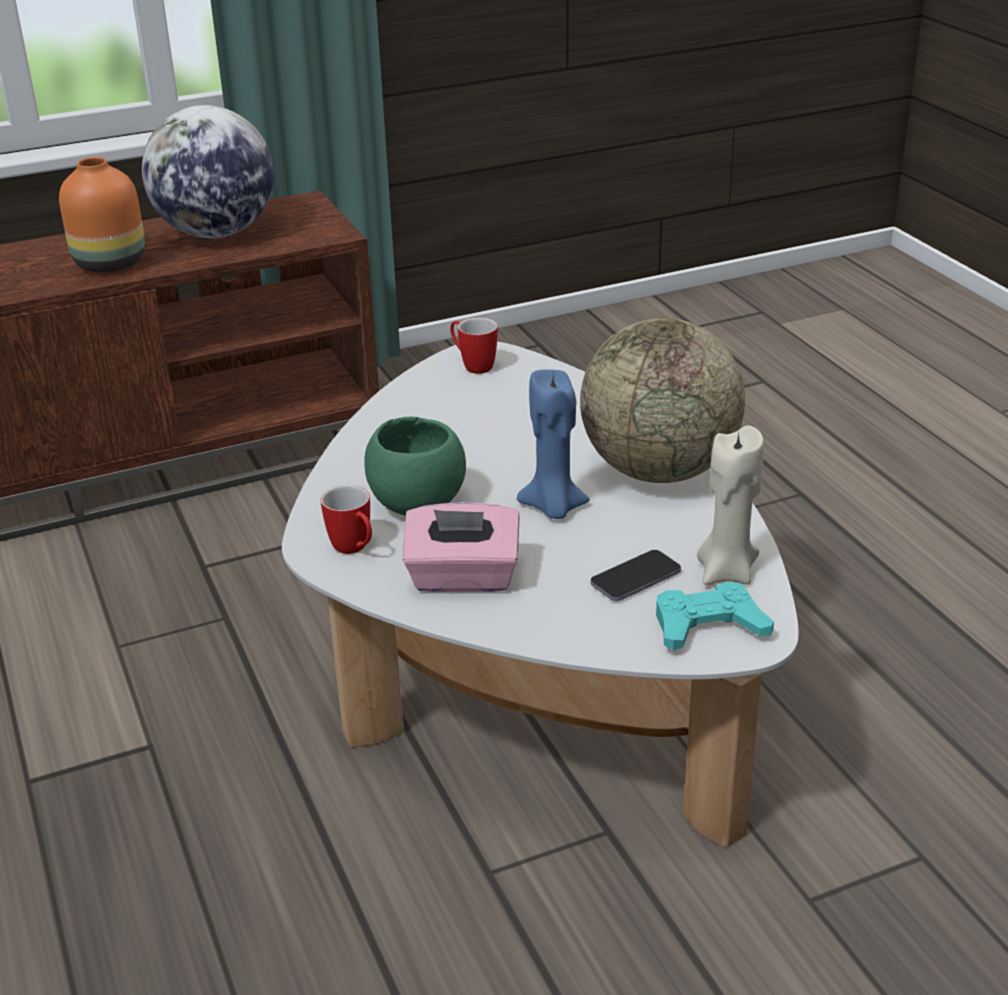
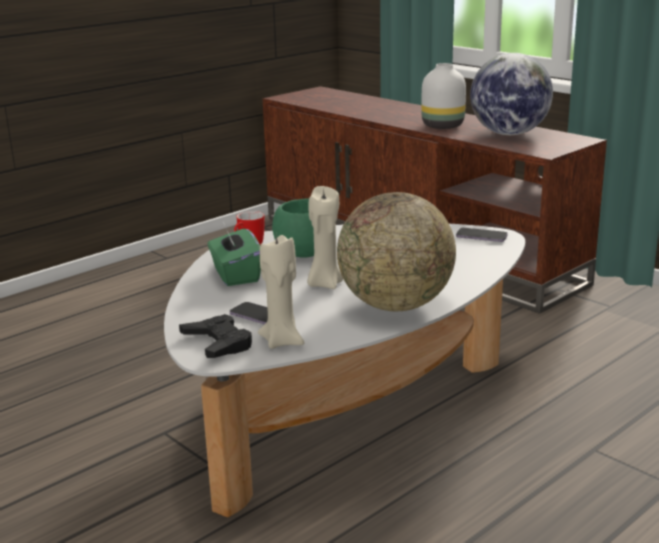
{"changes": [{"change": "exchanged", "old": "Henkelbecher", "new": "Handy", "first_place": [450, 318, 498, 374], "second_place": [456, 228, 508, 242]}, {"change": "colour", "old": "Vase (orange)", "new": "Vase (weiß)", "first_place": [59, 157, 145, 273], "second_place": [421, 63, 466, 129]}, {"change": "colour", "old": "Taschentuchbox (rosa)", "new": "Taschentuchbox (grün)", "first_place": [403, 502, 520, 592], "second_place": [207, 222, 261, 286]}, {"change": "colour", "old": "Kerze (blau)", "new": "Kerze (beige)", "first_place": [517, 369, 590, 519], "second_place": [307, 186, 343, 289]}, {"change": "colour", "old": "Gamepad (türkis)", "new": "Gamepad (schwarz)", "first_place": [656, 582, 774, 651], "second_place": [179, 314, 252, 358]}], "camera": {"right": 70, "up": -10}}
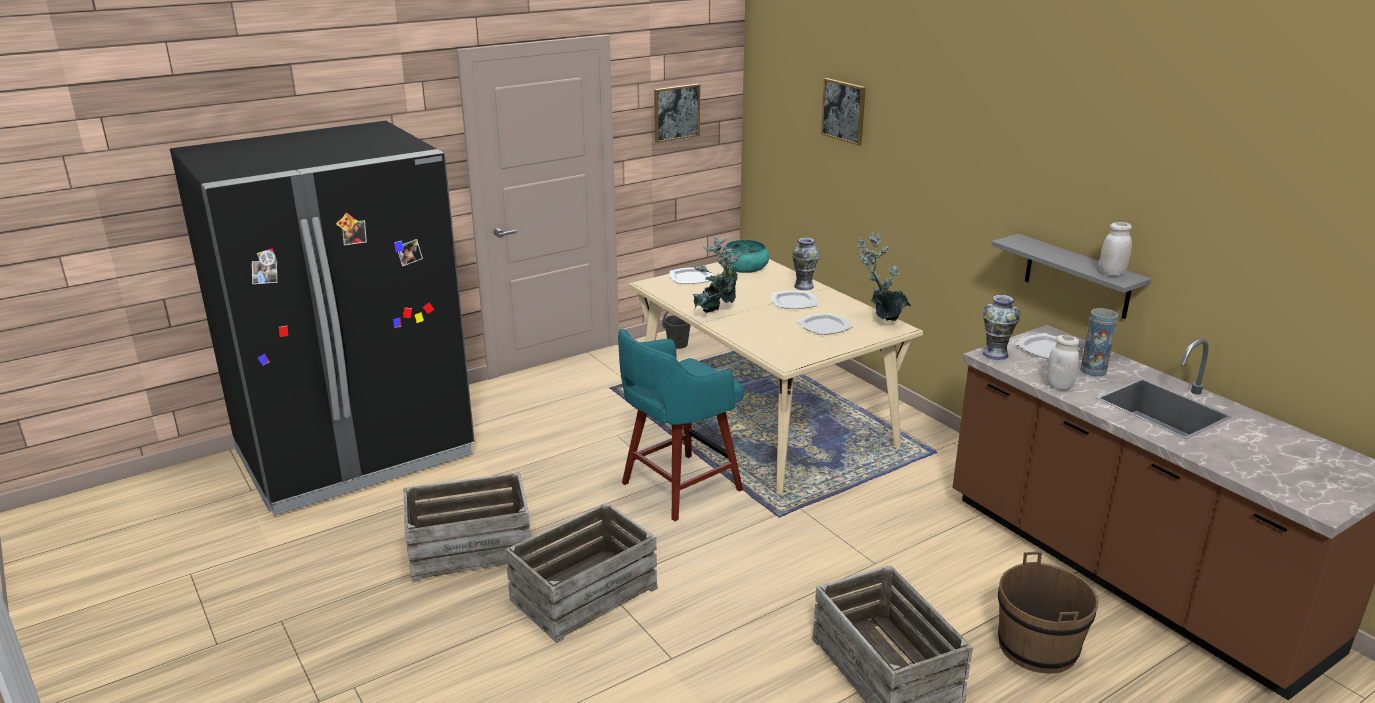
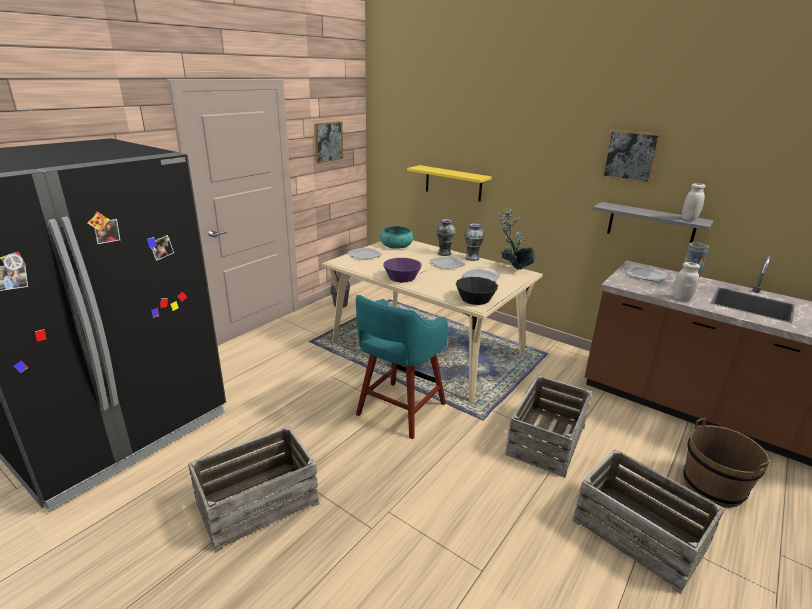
{"changes": [{"change": "appeared", "new": "Wandregal (gelb)", "second_place": [407, 165, 492, 202]}, {"change": "appeared", "new": "Schüssel (schwarz)", "second_place": [456, 277, 498, 305]}, {"change": "relocated", "old": "Kiste", "first_place": [505, 503, 658, 643], "second_place": [505, 375, 592, 478]}, {"change": "relocated", "old": "Bild", "first_place": [821, 78, 866, 146], "second_place": [602, 129, 661, 184]}, {"change": "relocated", "old": "Vase", "first_place": [983, 295, 1020, 360], "second_place": [464, 223, 485, 261]}, {"change": "exchanged", "old": "Topfpflanze", "new": "Schüssel (lila)", "first_place": [693, 235, 741, 313], "second_place": [383, 258, 422, 282]}], "camera": {"right": -20, "up": 0}}
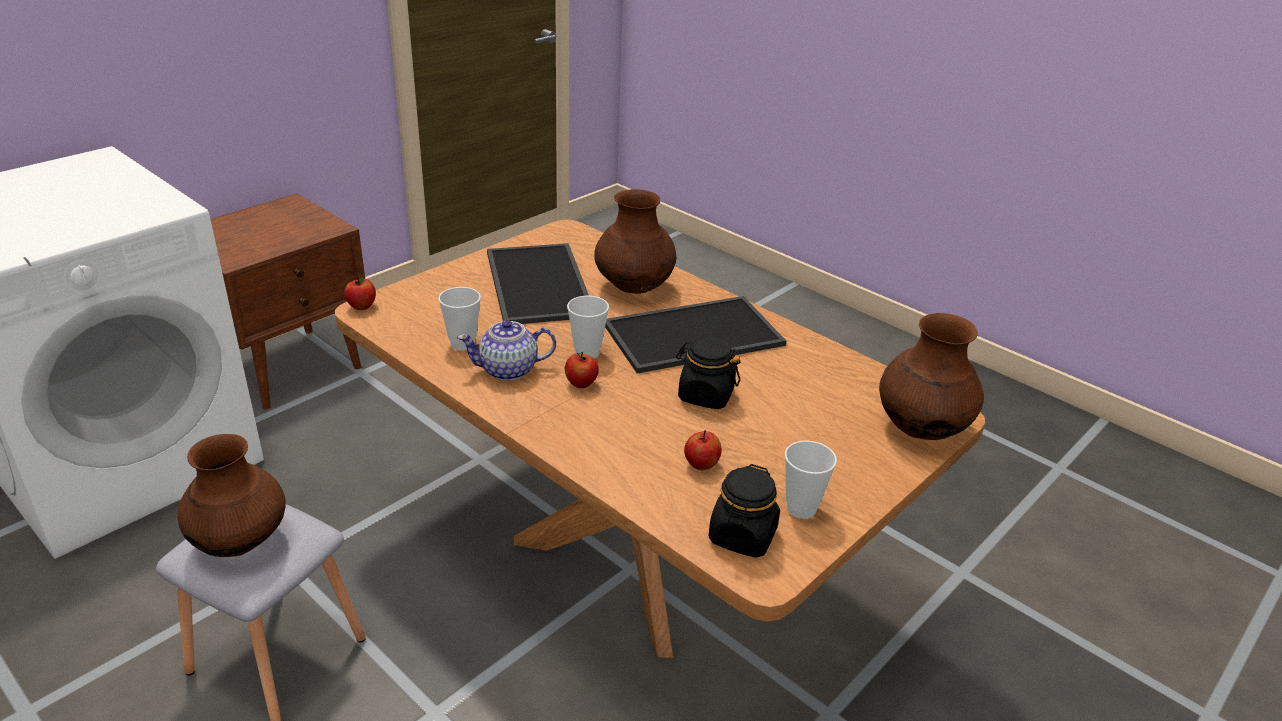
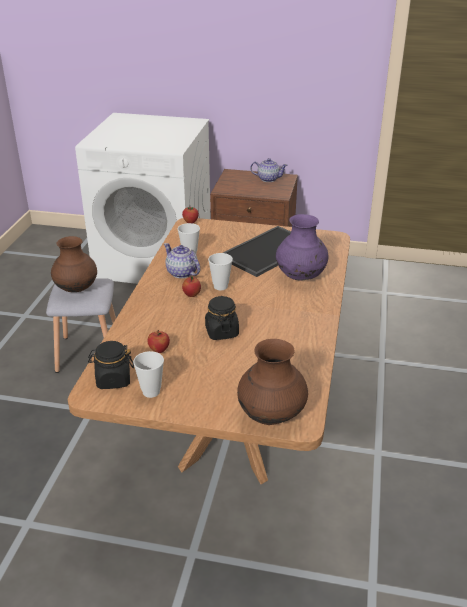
{"changes": [{"change": "missing", "old": "Tablett", "first_place": [605, 296, 786, 374]}, {"change": "appeared", "new": "Teekanne", "second_place": [250, 158, 288, 182]}, {"change": "colour", "old": "Vase (braun)", "new": "Vase (lila)", "first_place": [594, 189, 676, 294], "second_place": [276, 214, 328, 281]}], "camera": {"right": 60, "up": 0}}
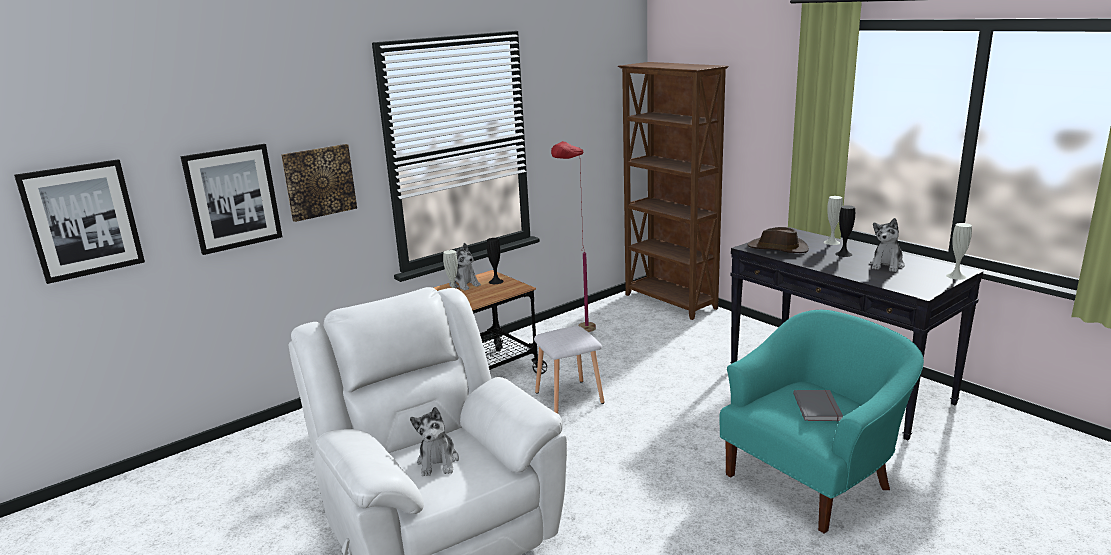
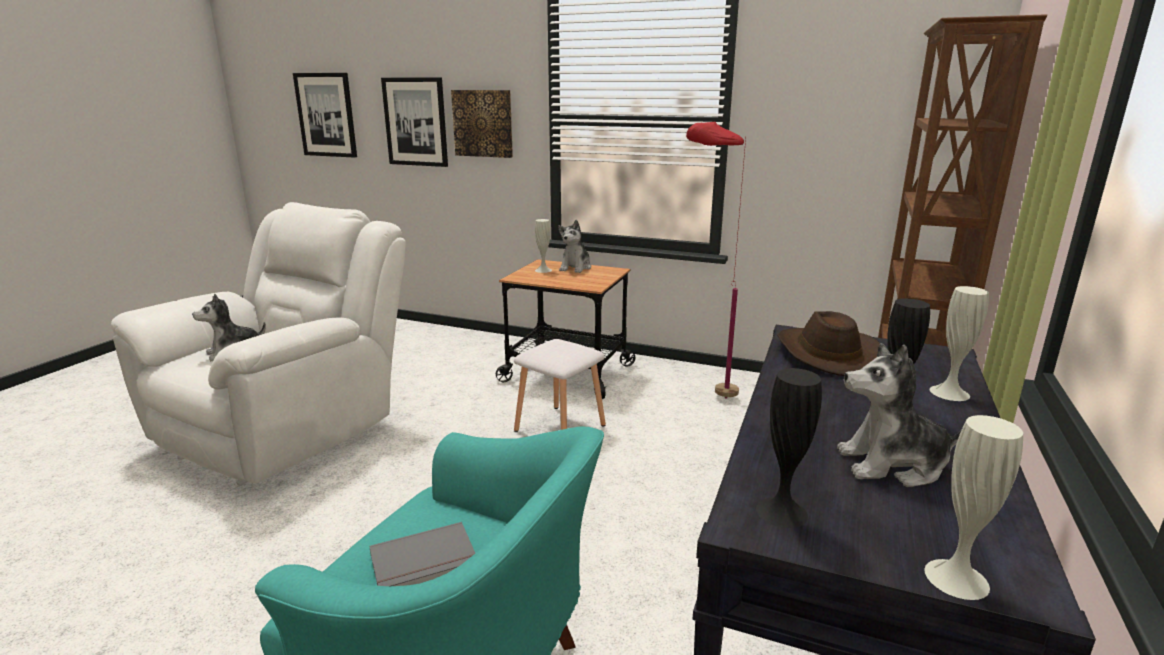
{"changes": [{"change": "relocated", "old": "Vase (schwarz)", "first_place": [487, 238, 504, 284], "second_place": [756, 368, 822, 528]}], "camera": {"right": 60, "up": 0}}
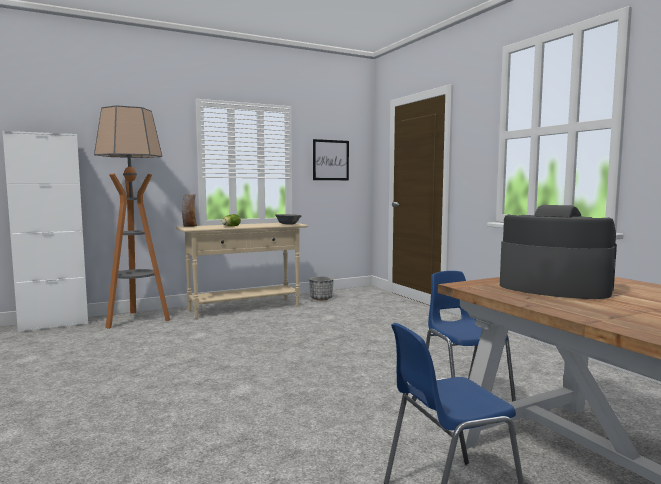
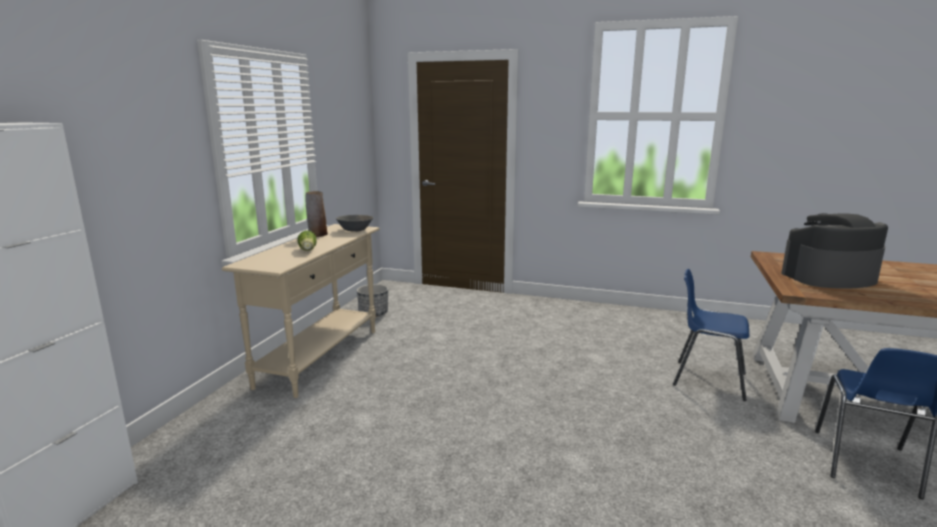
{"changes": [{"change": "missing", "old": "Stehlampe", "first_place": [94, 105, 170, 329]}, {"change": "missing", "old": "Bild", "first_place": [313, 139, 349, 180]}, {"change": "relocated", "old": "Vase", "first_place": [182, 194, 197, 227], "second_place": [306, 191, 328, 237]}], "camera": {"right": -45, "up": 10}}
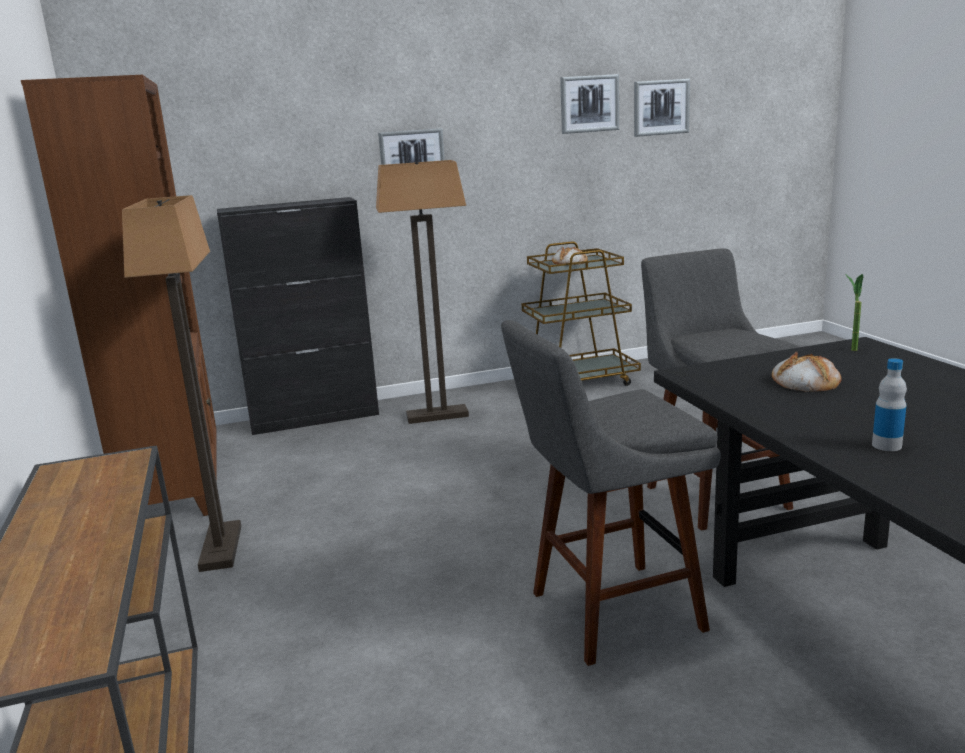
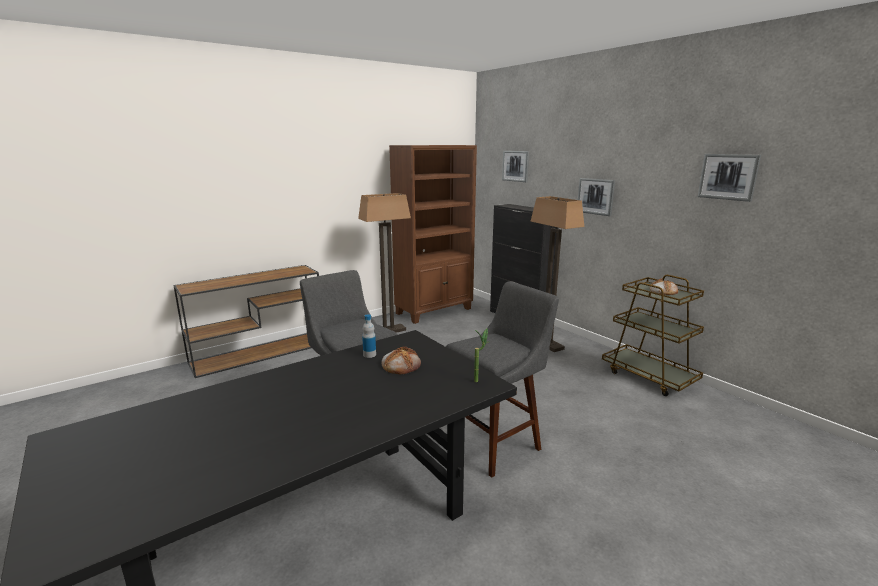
{"changes": [{"change": "relocated", "old": "Bild", "first_place": [634, 79, 690, 137], "second_place": [502, 151, 529, 182]}, {"change": "relocated", "old": "Flasche", "first_place": [872, 358, 907, 451], "second_place": [362, 314, 376, 358]}], "camera": {"right": 70, "up": 0}}
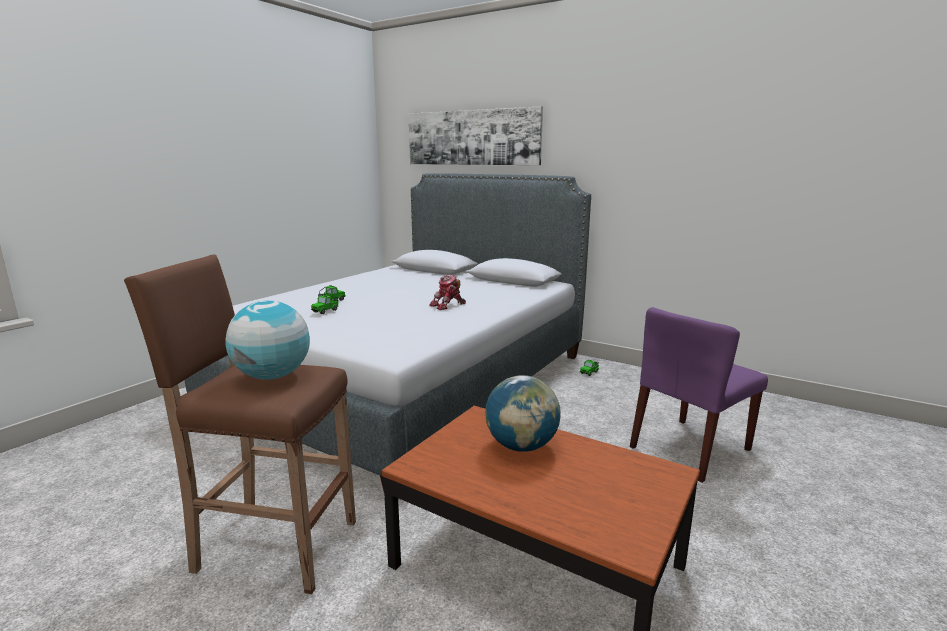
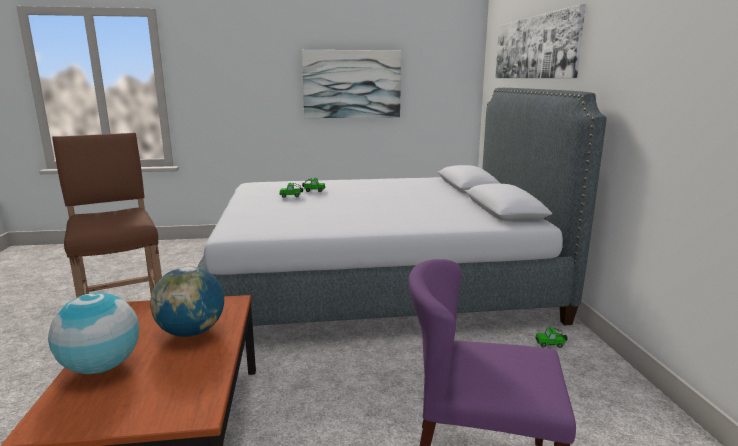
{"changes": [{"change": "missing", "old": "Spielzeugroboter", "first_place": [429, 275, 466, 310]}, {"change": "appeared", "new": "Bild", "second_place": [302, 50, 401, 118]}, {"change": "relocated", "old": "Globus", "first_place": [225, 301, 310, 380], "second_place": [48, 293, 139, 374]}], "camera": {"right": 50, "up": 0}}
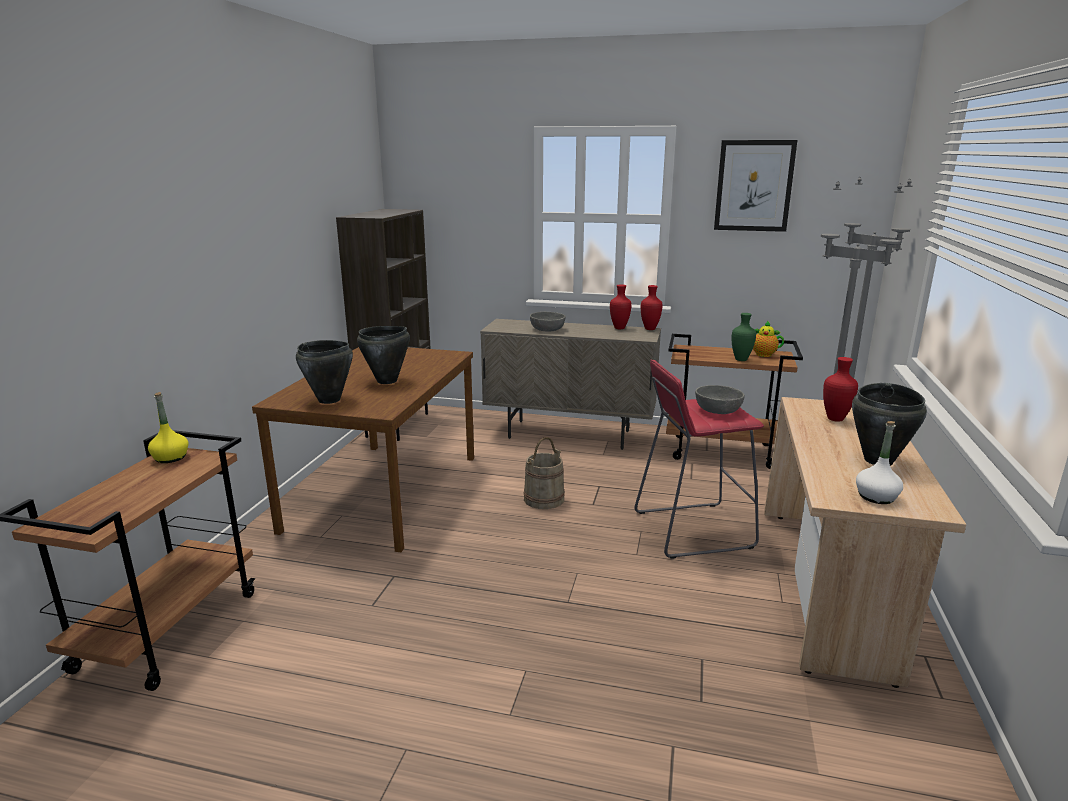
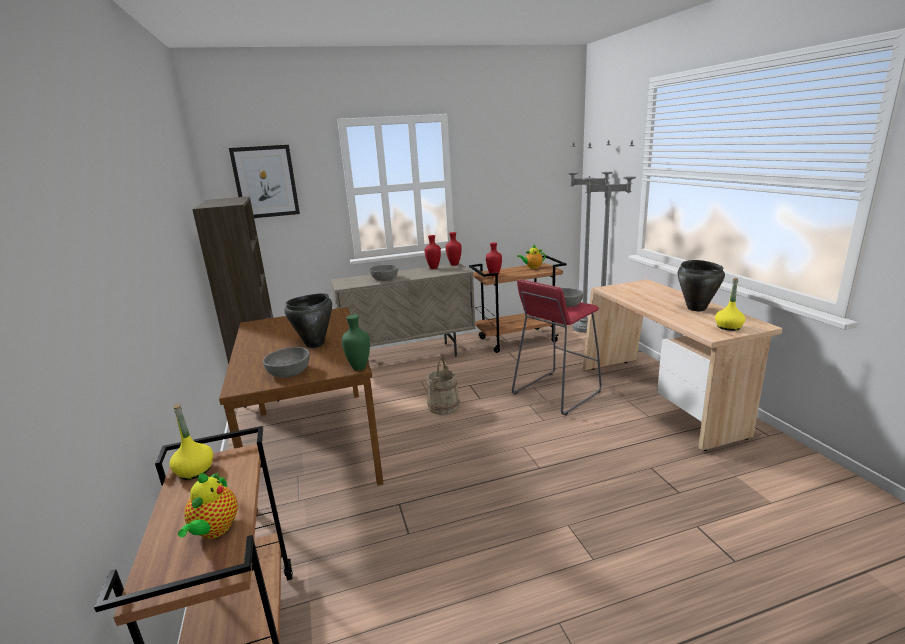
{"changes": [{"change": "appeared", "new": "Teekanne", "second_place": [178, 472, 238, 539]}, {"change": "relocated", "old": "Bild", "first_place": [714, 140, 797, 232], "second_place": [229, 145, 300, 218]}, {"change": "relocated", "old": "Vase (grün)", "first_place": [732, 313, 756, 361], "second_place": [342, 315, 370, 370]}, {"change": "relocated", "old": "Vase (rot)", "first_place": [823, 357, 858, 422], "second_place": [486, 242, 502, 276]}, {"change": "exchanged", "old": "Kochtopf (schwarz)", "new": "Schüssel (grau)", "first_place": [296, 340, 353, 404], "second_place": [263, 347, 310, 378]}, {"change": "colour", "old": "Flasche (weiß)", "new": "Flasche (gelb)", "first_place": [856, 421, 903, 504], "second_place": [715, 278, 745, 331]}], "camera": {"right": -30, "up": 0}}
